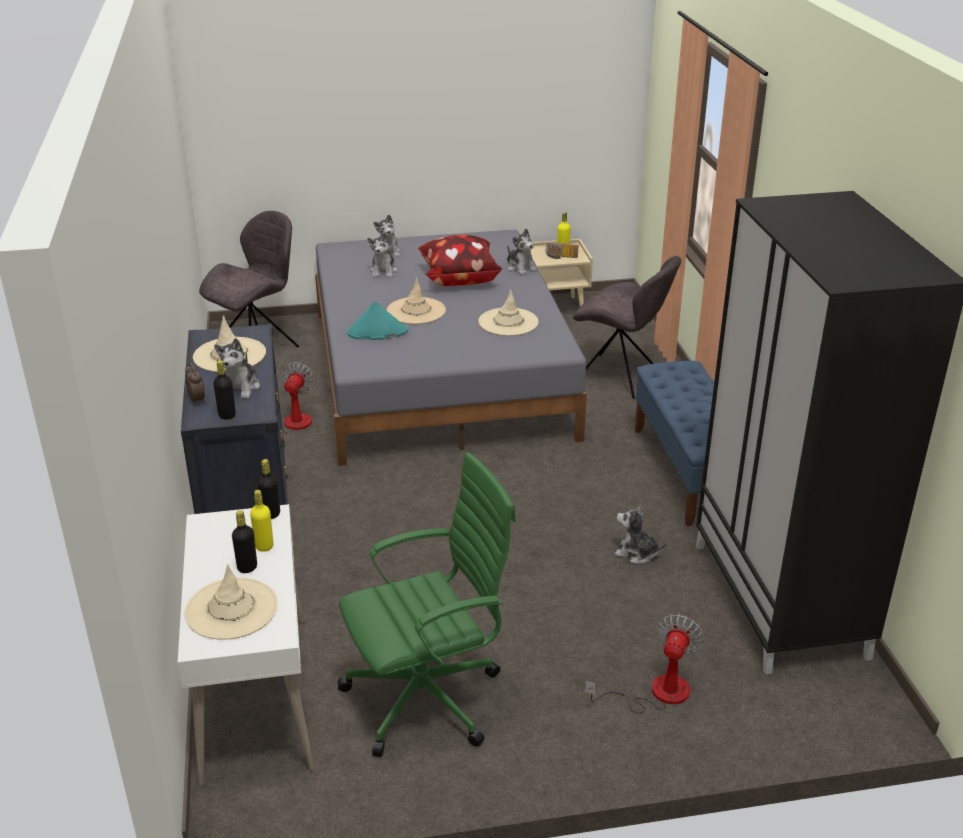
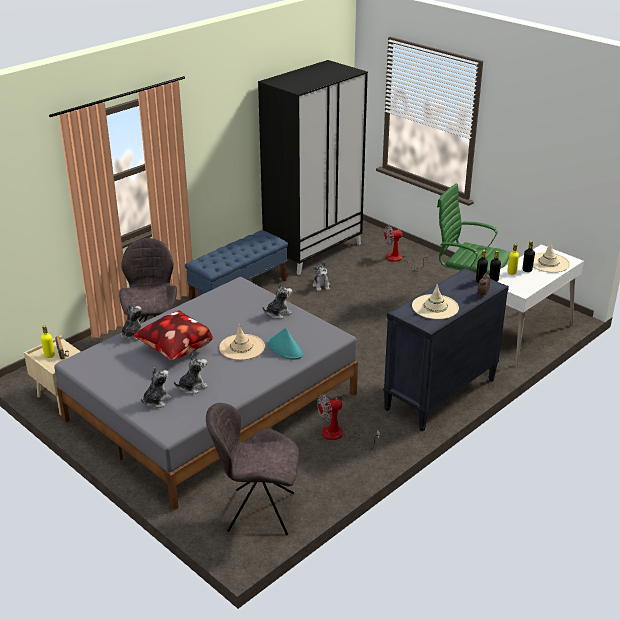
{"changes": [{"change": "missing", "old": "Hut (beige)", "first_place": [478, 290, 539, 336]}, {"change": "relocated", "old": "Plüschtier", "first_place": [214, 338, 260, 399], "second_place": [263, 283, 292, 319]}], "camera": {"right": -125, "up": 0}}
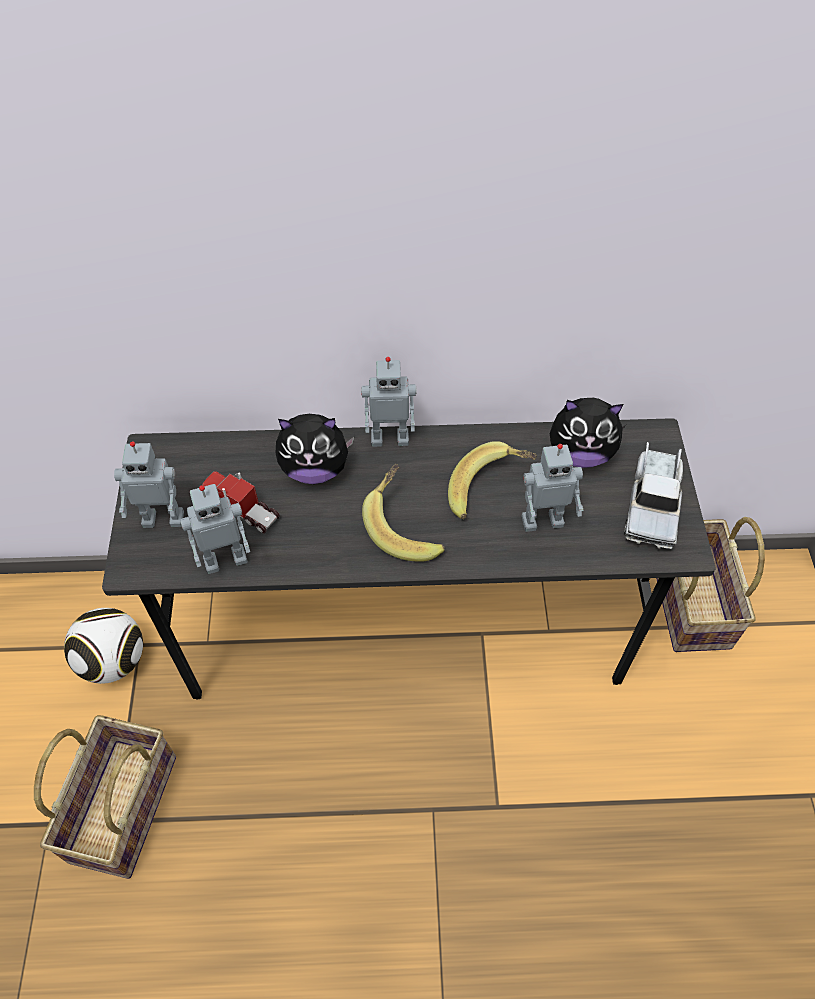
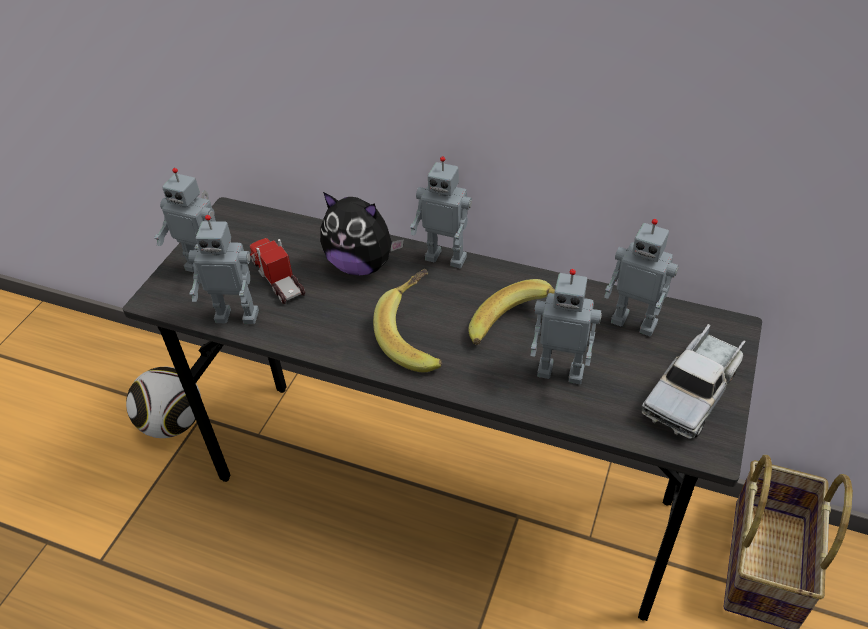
{"changes": [{"change": "missing", "old": "Korb", "first_place": [34, 715, 176, 879]}, {"change": "exchanged", "old": "Plüschtier", "new": "Spielzeugroboter", "first_place": [550, 398, 626, 468], "second_place": [604, 219, 679, 336]}], "camera": {"right": 25, "up": -10}}
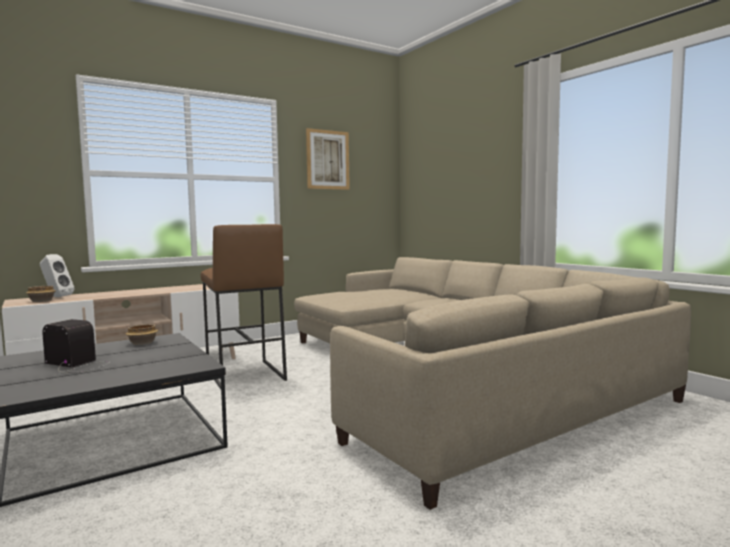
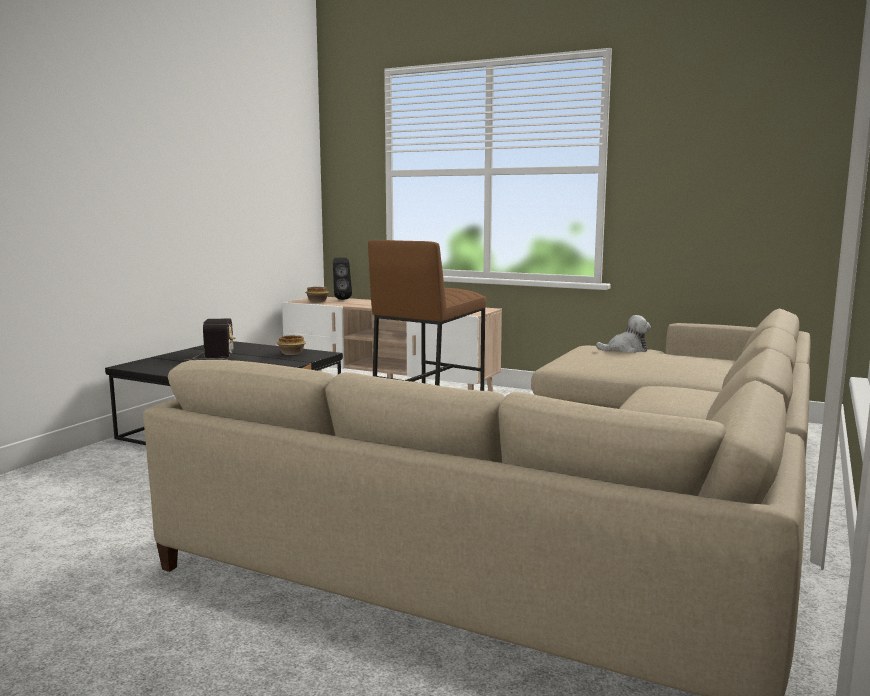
{"changes": [{"change": "missing", "old": "Bild", "first_place": [306, 128, 350, 190]}, {"change": "appeared", "new": "Plüschtier", "second_place": [596, 315, 651, 353]}, {"change": "colour", "old": "Lautsprecher (weiß)", "new": "Lautsprecher (schwarz)", "first_place": [40, 254, 74, 297], "second_place": [333, 258, 352, 300]}], "camera": {"right": 60, "up": 5}}
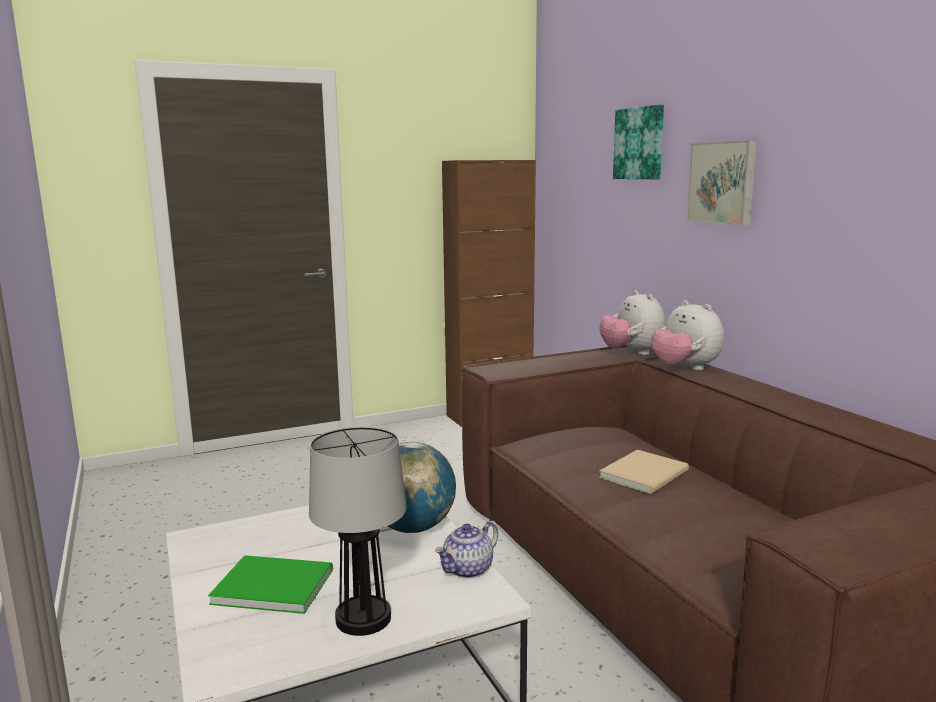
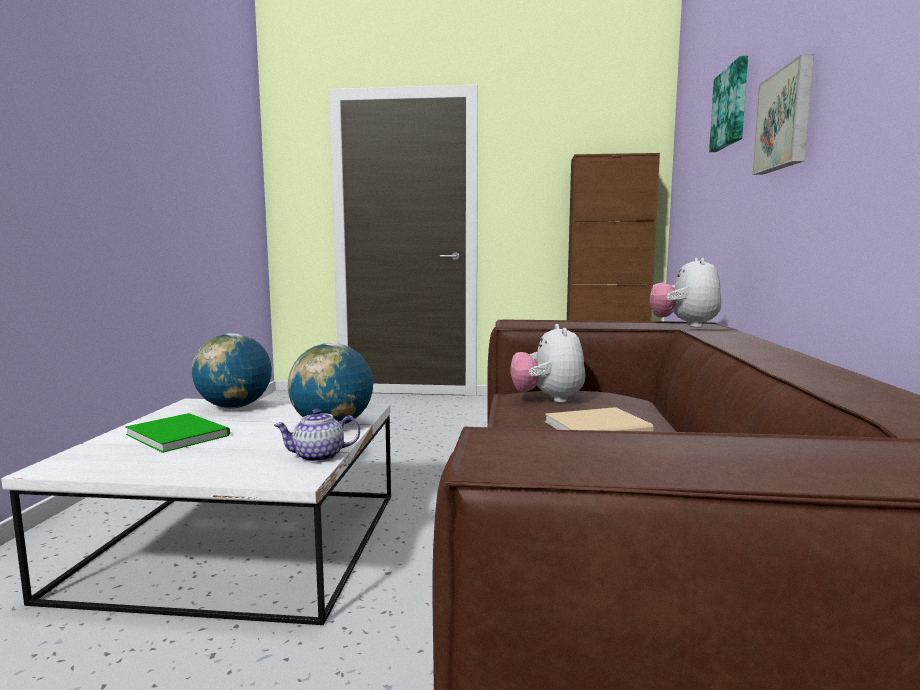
{"changes": [{"change": "missing", "old": "Tischlampe", "first_place": [309, 427, 407, 636]}, {"change": "appeared", "new": "Globus", "second_place": [192, 333, 272, 409]}, {"change": "relocated", "old": "Plüschtier", "first_place": [651, 300, 724, 370], "second_place": [510, 324, 585, 403]}], "camera": {"right": 30, "up": -5}}
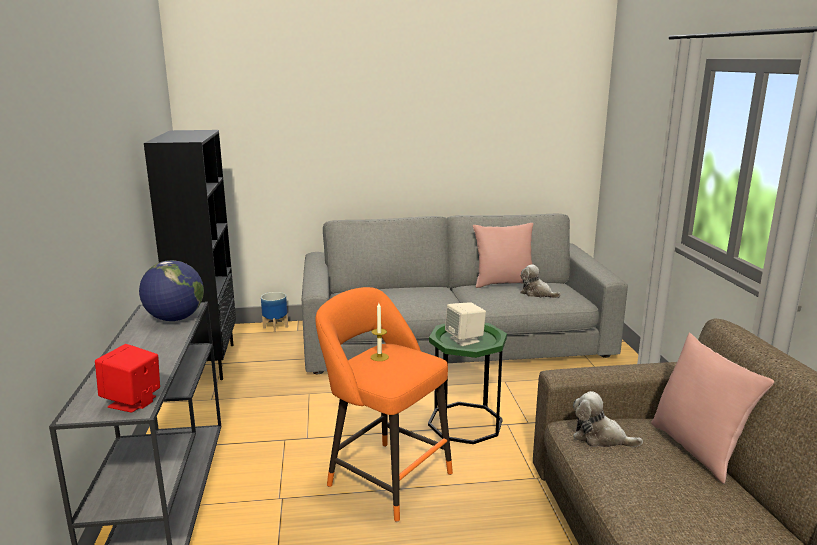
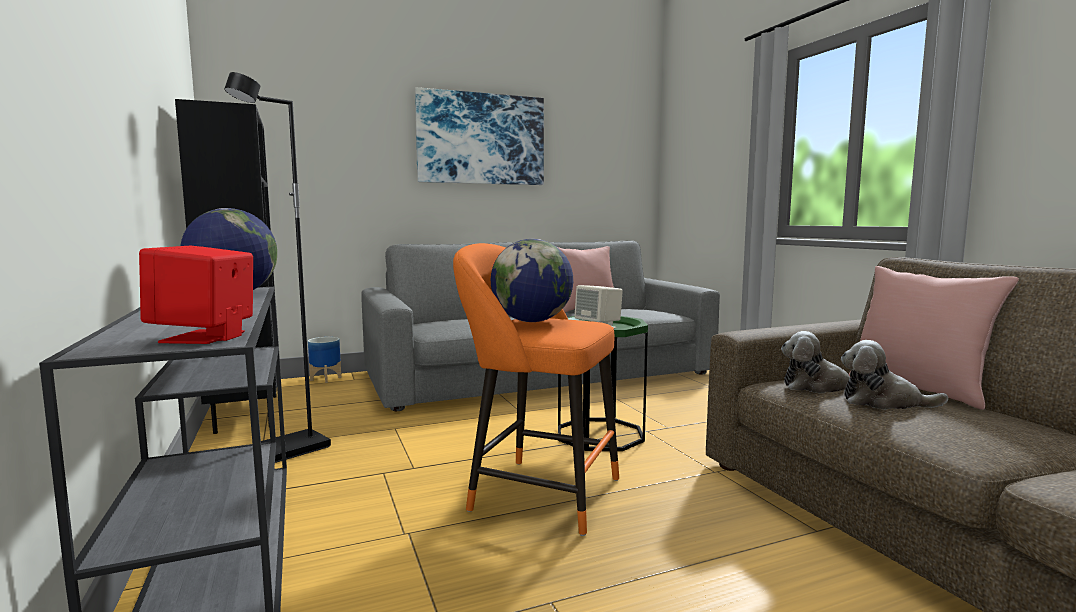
{"changes": [{"change": "appeared", "new": "Stehlampe (schwarz)", "second_place": [224, 72, 331, 463]}, {"change": "appeared", "new": "Bild", "second_place": [415, 87, 544, 185]}, {"change": "relocated", "old": "Plüschtier", "first_place": [520, 264, 561, 298], "second_place": [841, 340, 948, 410]}, {"change": "exchanged", "old": "Kerze", "new": "Globus", "first_place": [371, 303, 389, 361], "second_place": [491, 239, 573, 322]}], "camera": {"right": -15, "up": -10}}
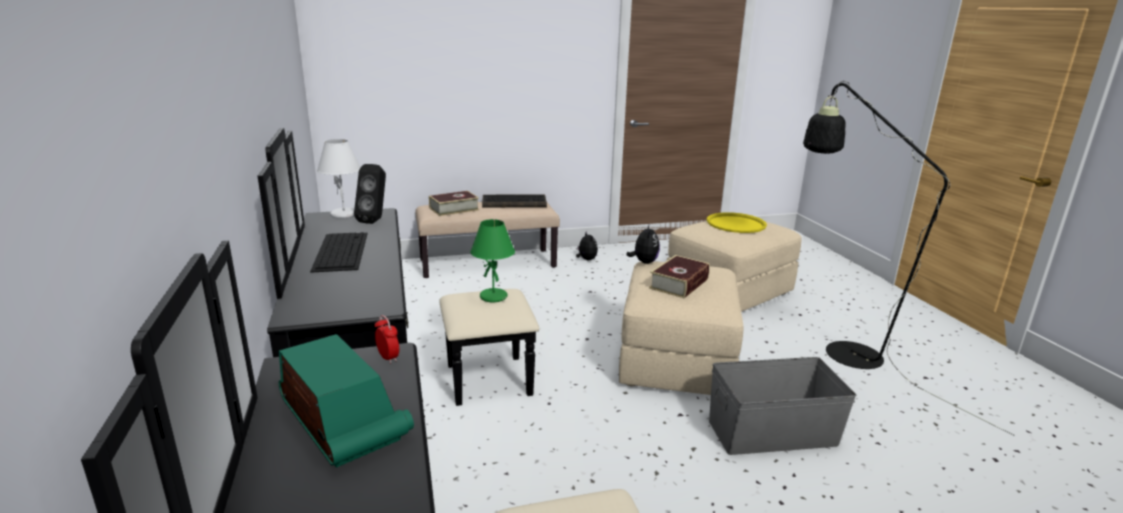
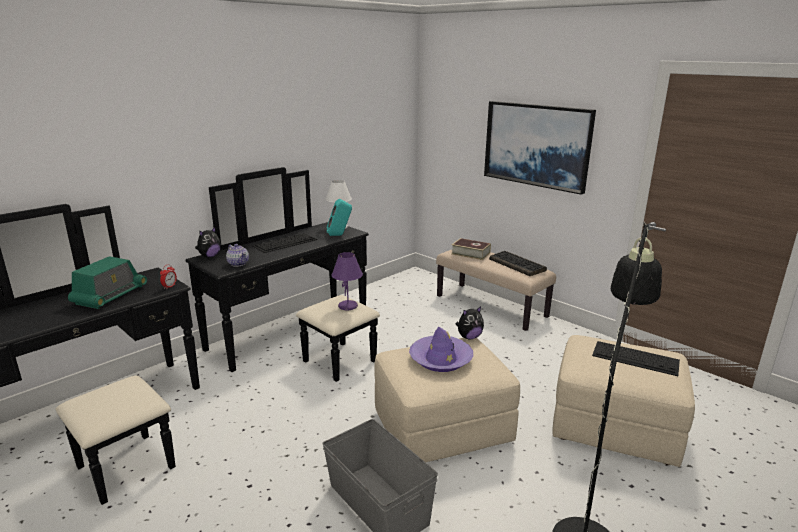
{"changes": [{"change": "appeared", "new": "Teekanne", "second_place": [226, 244, 249, 267]}, {"change": "appeared", "new": "Bild", "second_place": [484, 101, 596, 195]}, {"change": "relocated", "old": "Plüschtier", "first_place": [576, 231, 598, 260], "second_place": [195, 227, 221, 258]}, {"change": "exchanged", "old": "Buch", "new": "Hut (lila)", "first_place": [649, 255, 710, 298], "second_place": [409, 327, 473, 372]}, {"change": "exchanged", "old": "Tablett (gelb)", "new": "Tastatur", "first_place": [707, 212, 767, 233], "second_place": [592, 341, 680, 376]}, {"change": "colour", "old": "Lautsprecher (schwarz)", "new": "Lautsprecher (türkis)", "first_place": [354, 164, 386, 224], "second_place": [327, 199, 352, 236]}, {"change": "colour", "old": "Tischlampe (grün)", "new": "Tischlampe (lila)", "first_place": [470, 219, 515, 302], "second_place": [331, 252, 363, 310]}], "camera": {"right": 60, "up": 0}}
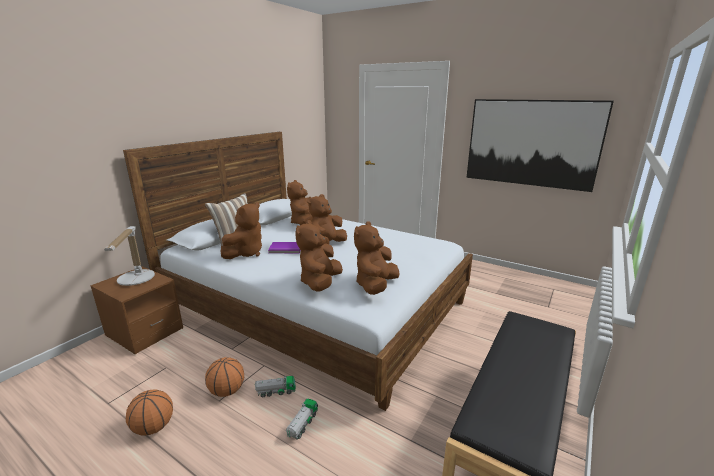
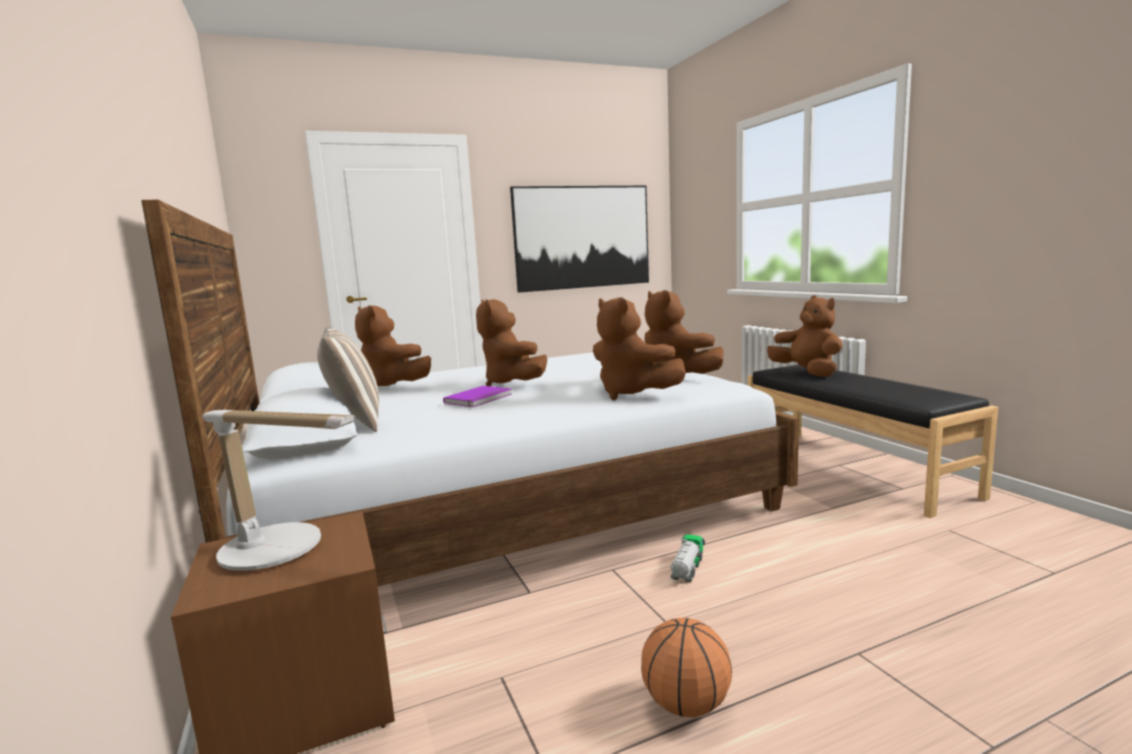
{"changes": [{"change": "missing", "old": "Basketball", "first_place": [205, 357, 244, 397]}, {"change": "missing", "old": "Spielzeuglaster", "first_place": [286, 399, 318, 440]}, {"change": "relocated", "old": "Plüschtier (braun)", "first_place": [221, 202, 262, 259], "second_place": [767, 295, 843, 377]}], "camera": {"right": -55, "up": -10}}
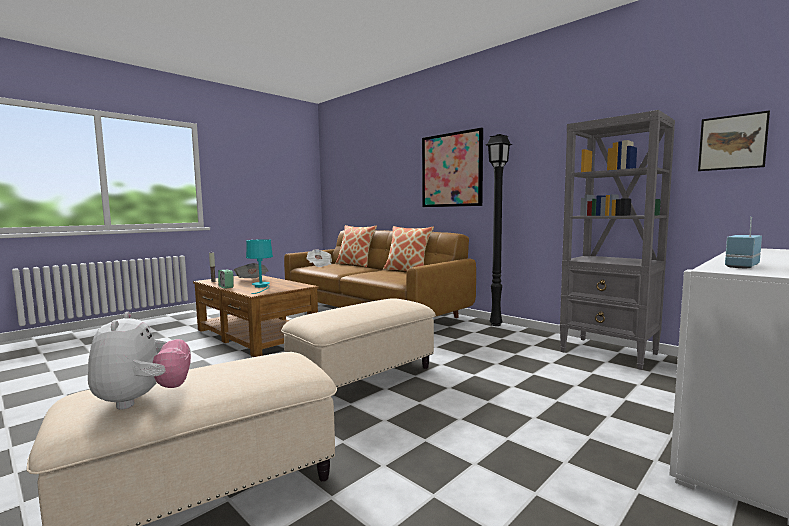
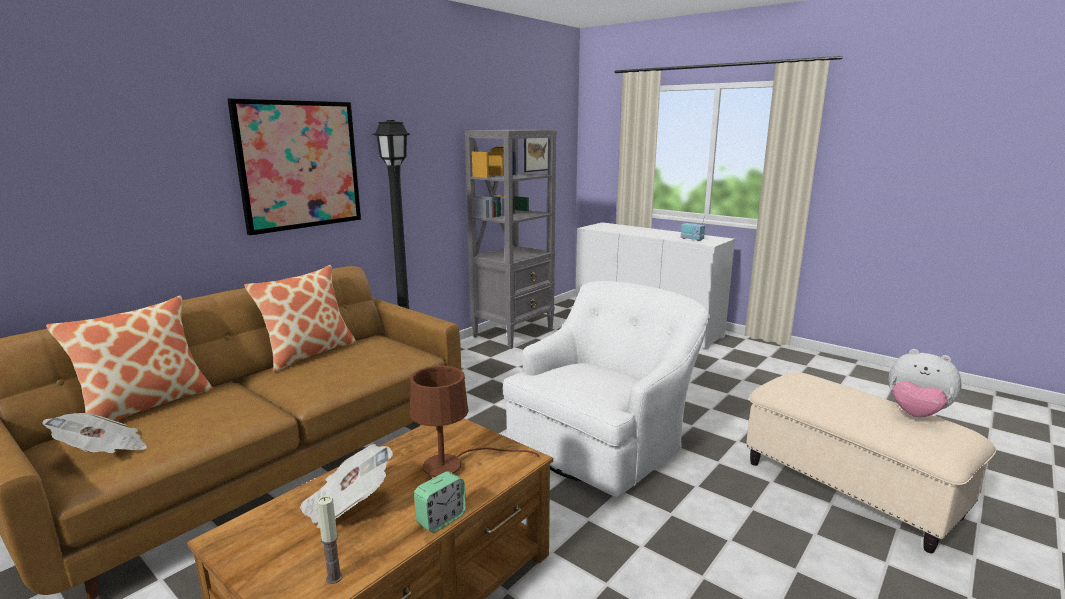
{"changes": [{"change": "exchanged", "old": "Polsterhocker (beige)", "new": "Sessel (weiß)", "first_place": [281, 298, 436, 388], "second_place": [503, 281, 710, 497]}, {"change": "colour", "old": "Tischlampe (türkis)", "new": "Tischlampe (braun)", "first_place": [246, 239, 273, 294], "second_place": [410, 366, 539, 477]}, {"change": "spun", "old": "Plüschtier", "first_place": [88, 312, 191, 410], "second_place": [888, 349, 962, 417], "degrees": -120}], "camera": {"right": -95, "up": 10}}
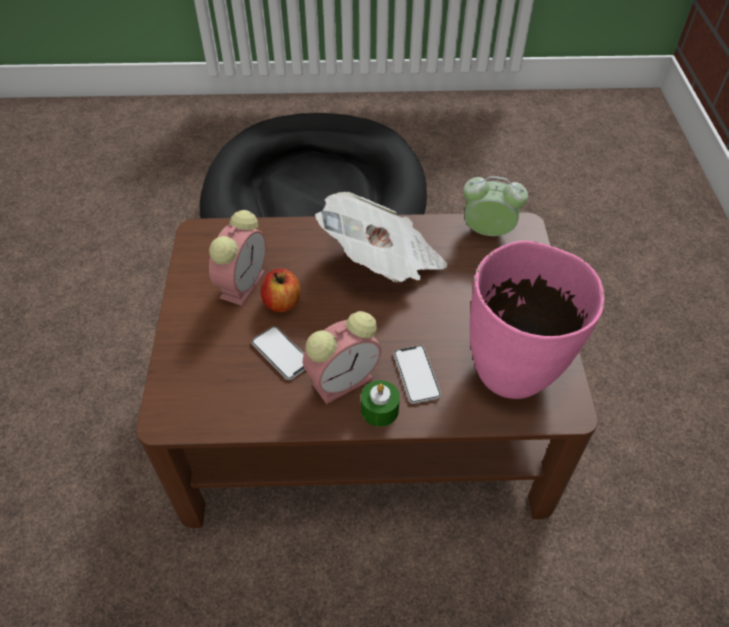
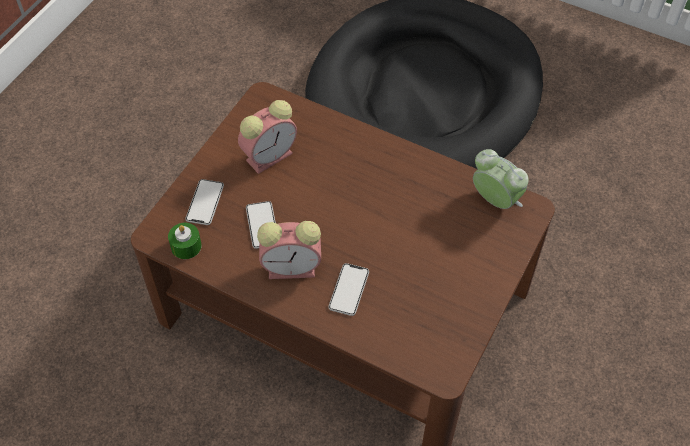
{"changes": [{"change": "missing", "old": "Apfel", "first_place": [261, 269, 301, 312]}, {"change": "missing", "old": "Zeitung", "first_place": [315, 192, 447, 283]}, {"change": "missing", "old": "Vase (rosa)", "first_place": [470, 241, 604, 399]}, {"change": "appeared", "new": "Handy", "second_place": [185, 179, 224, 225]}, {"change": "relocated", "old": "Kerze (grün)", "first_place": [361, 380, 400, 427], "second_place": [168, 223, 202, 259]}], "camera": {"right": 30, "up": 5}}
